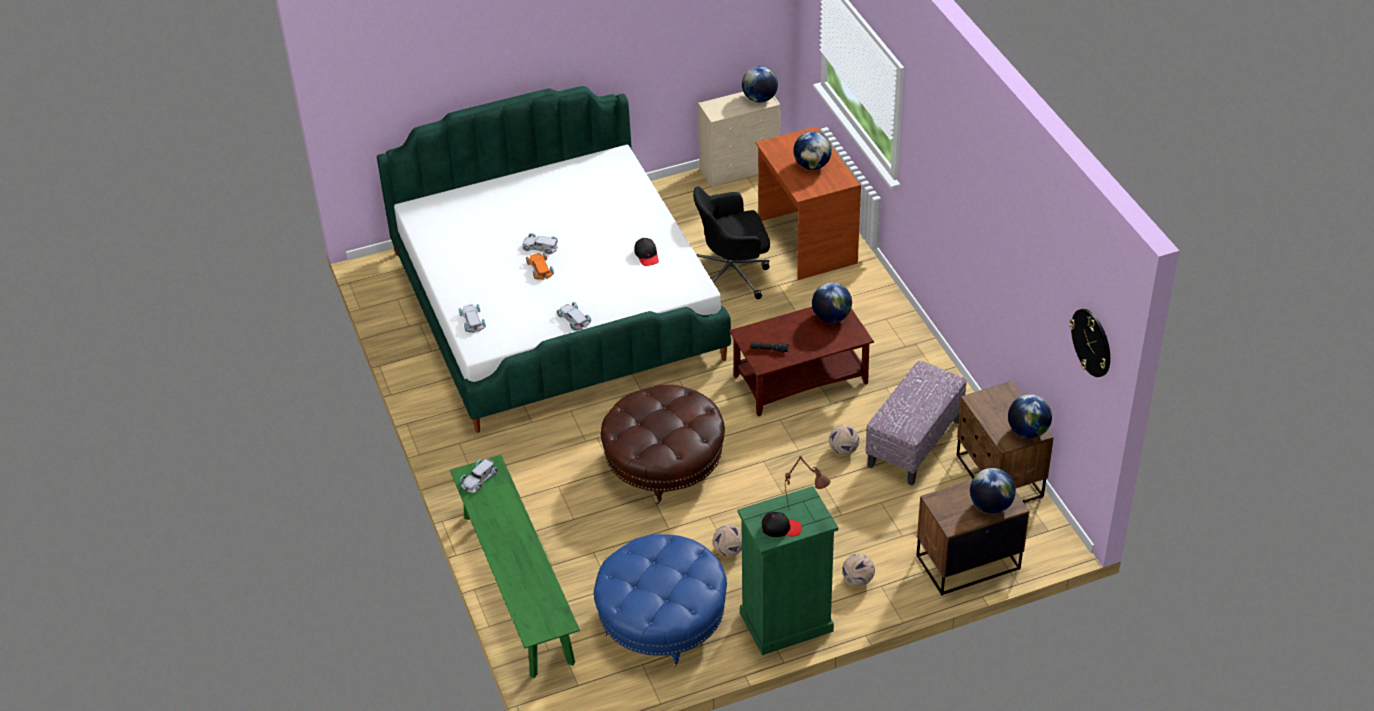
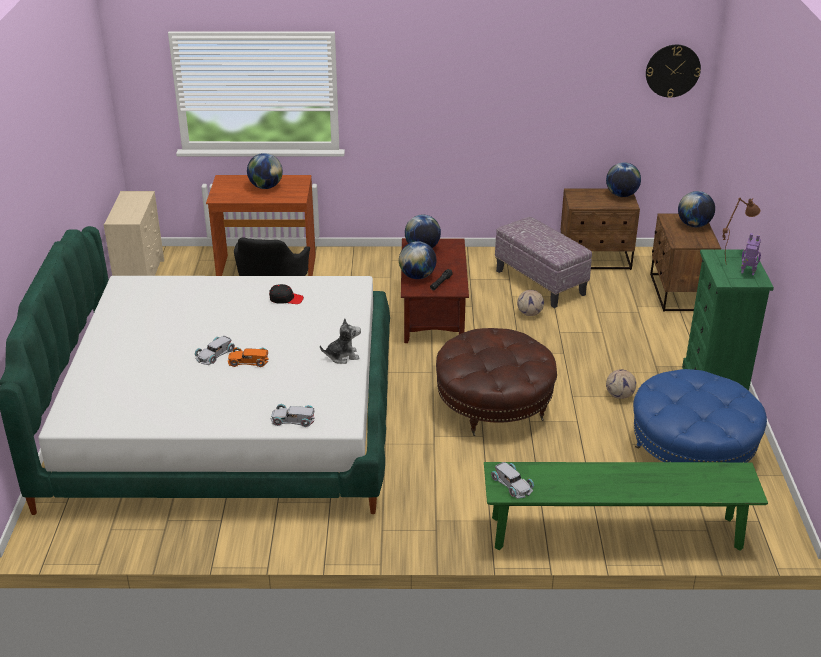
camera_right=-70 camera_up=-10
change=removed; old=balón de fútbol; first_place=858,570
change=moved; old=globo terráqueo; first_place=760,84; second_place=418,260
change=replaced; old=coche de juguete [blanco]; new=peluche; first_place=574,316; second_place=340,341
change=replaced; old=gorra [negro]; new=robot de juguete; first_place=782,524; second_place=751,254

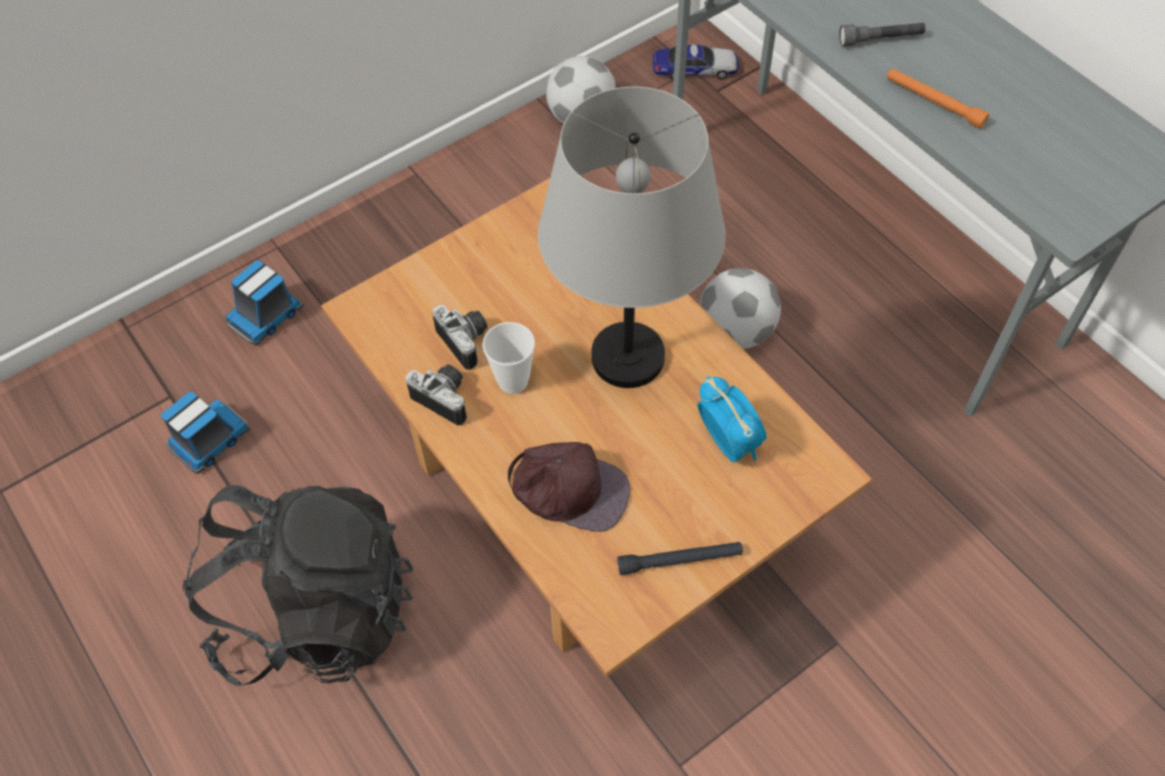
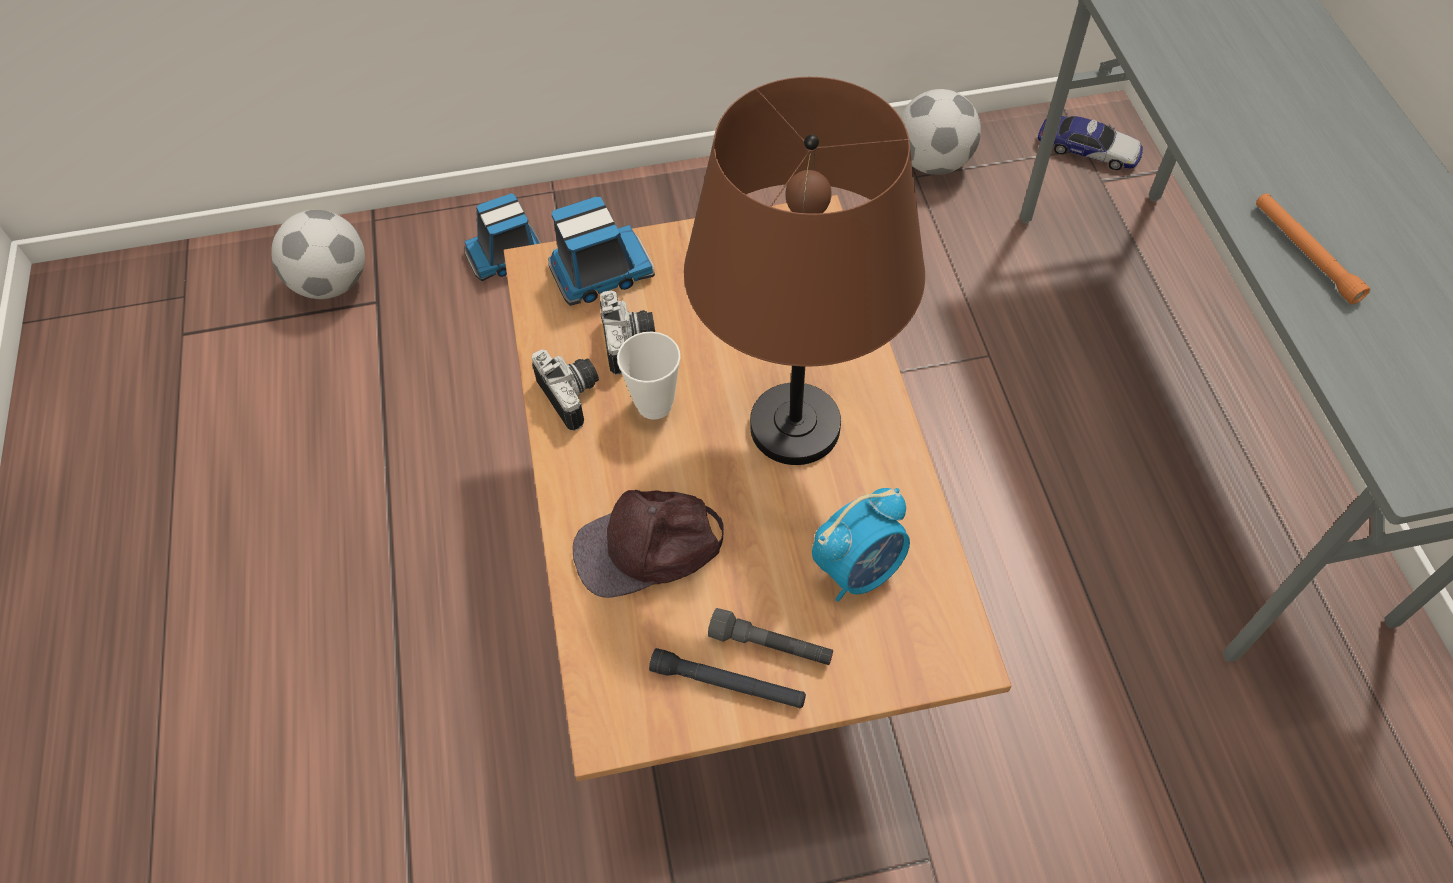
camera_right=25 camera_up=0
change=removed; old=mochila [negro]; first_place=298,585
change=moved; old=camión de juguete; first_place=205,432; second_place=601,251
change=moved; old=balón de fútbol; first_place=740,308; second_place=318,254
change=moved; old=linterna [gris]; first_place=882,34; second_place=770,636
change=recoloured; old=lámpara de mesa [gris]; new=lámpara de mesa [marrón]; first_place=632,237; second_place=804,271
change=turned; old=gorra [marrón]; first_place=569,487; second_place=648,544; degrees=120
change=turned; old=despertador; first_place=731,419; second_place=861,545; degrees=60

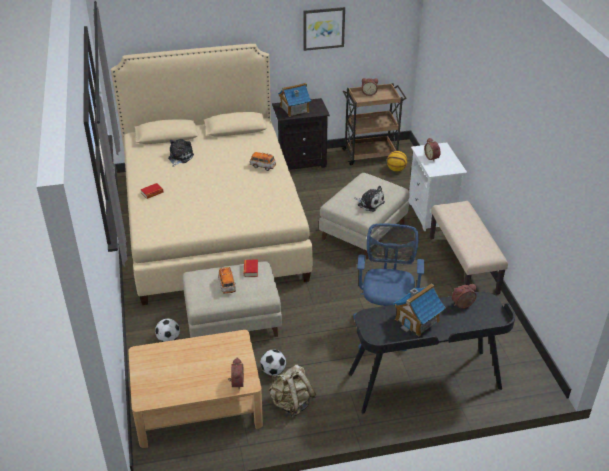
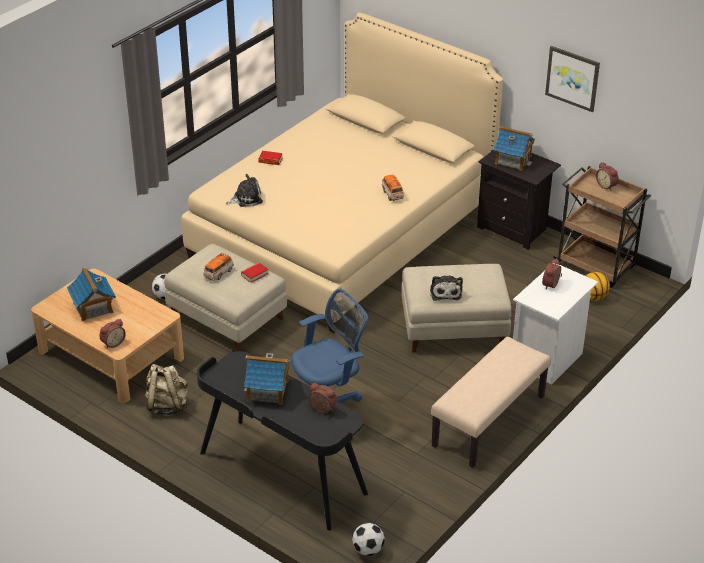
camera_right=50 camera_up=0
change=added; new=casita; second_place=91,294
change=moved; old=peluche; first_place=181,153; second_place=244,190
change=moved; old=balón de fútbol; first_place=273,363; second_place=368,539

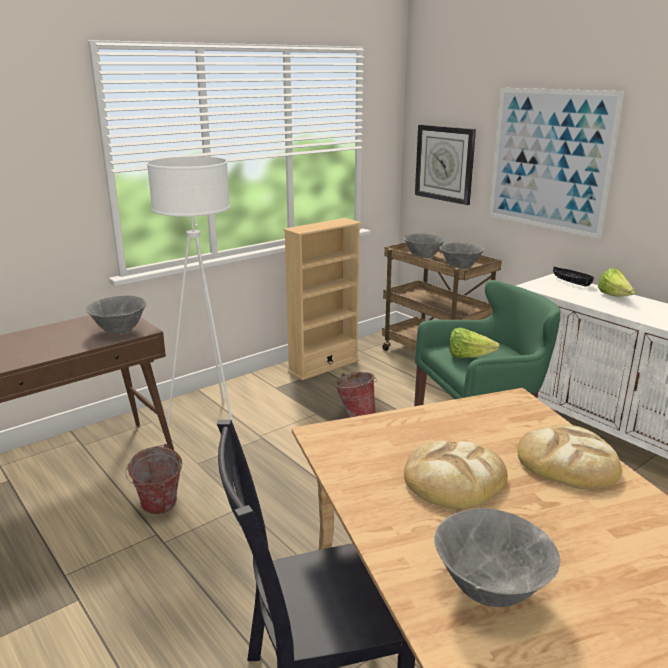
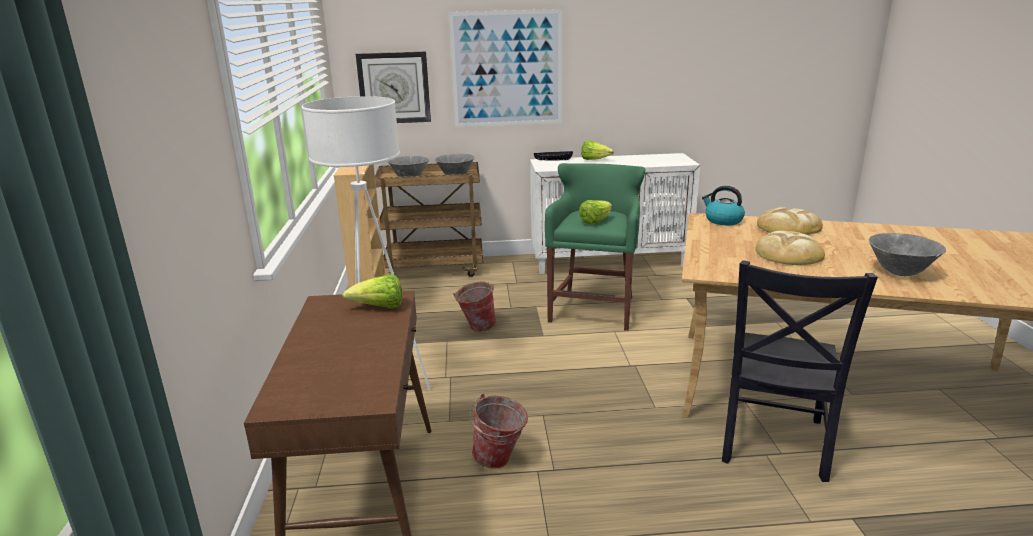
camera_right=-55 camera_up=0
change=added; new=hervidor; second_place=723,205
change=replaced; old=cuenco [gris]; new=lechuga; first_place=116,315; second_place=372,291

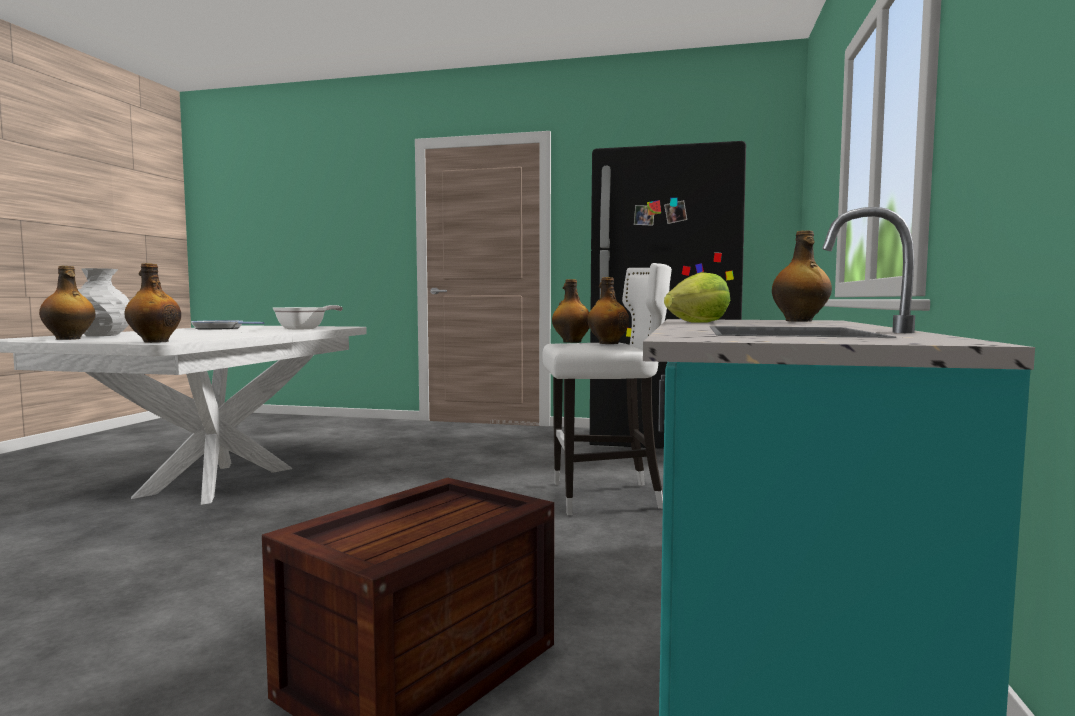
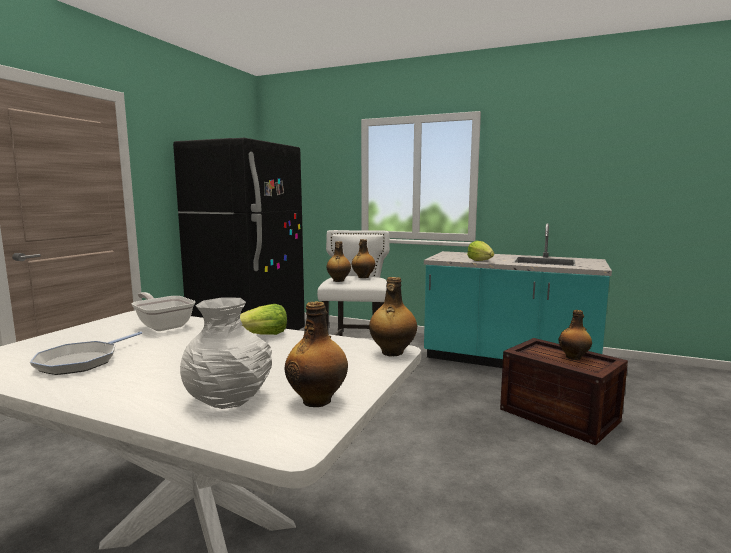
camera_right=-80 camera_up=5
change=added; new=lechuga; second_place=263,319
change=moved; old=botella; first_place=802,276; second_place=575,335

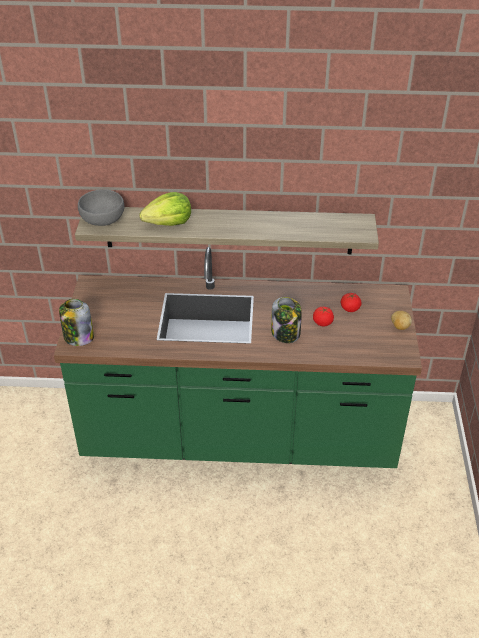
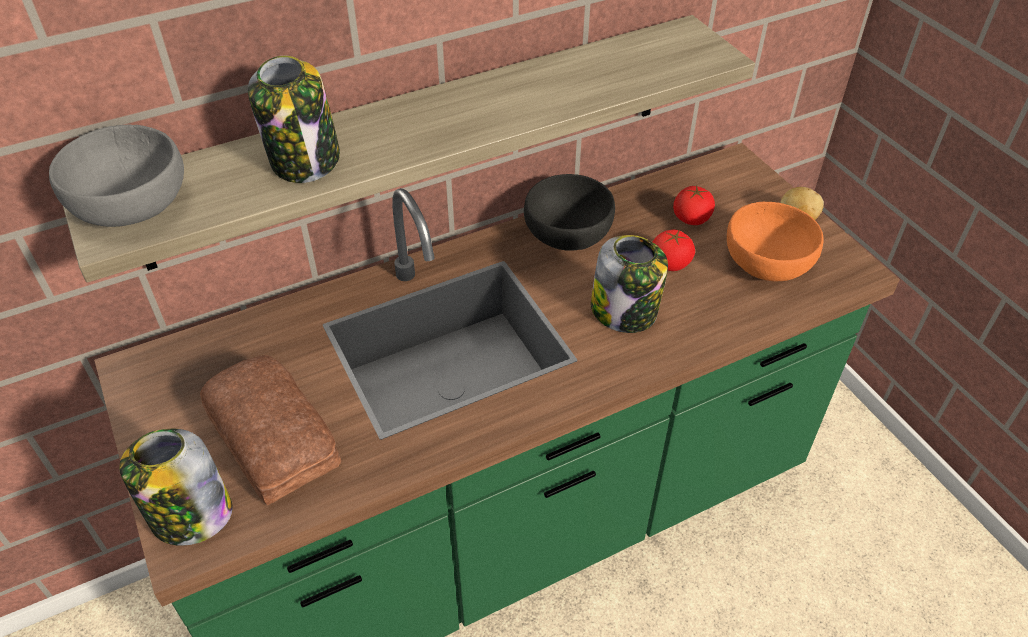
camera_right=-30 camera_up=5
change=added; new=pan; second_place=270,430
change=added; new=cuenco [negro]; second_place=569,212
change=added; new=cuenco [naranja]; second_place=775,242
change=replaced; old=lechuga; new=tarro; first_place=165,209; second_place=294,119

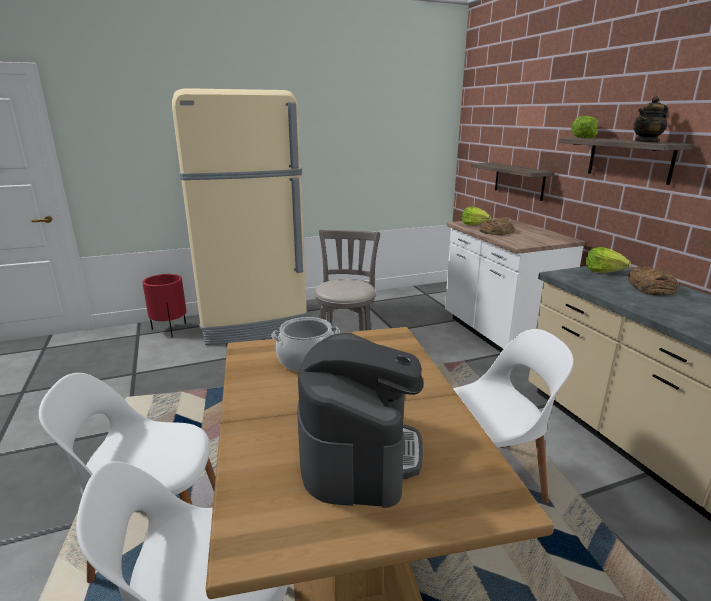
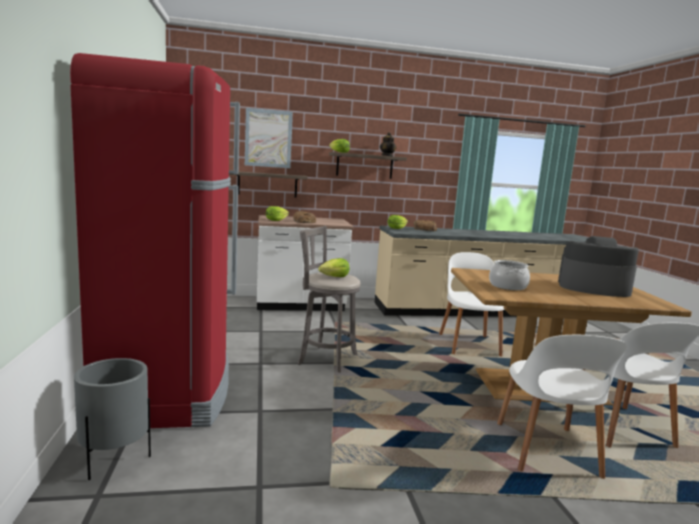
camera_right=-80 camera_up=-10
change=added; new=cuadro; second_place=269,138
change=added; new=lechuga; second_place=333,267
change=recoloured; old=maceta [rojo]; new=maceta [gris]; first_place=164,306; second_place=112,419
change=recoloured; old=nevera [beis]; new=nevera [rojo]; first_place=240,216; second_place=155,240

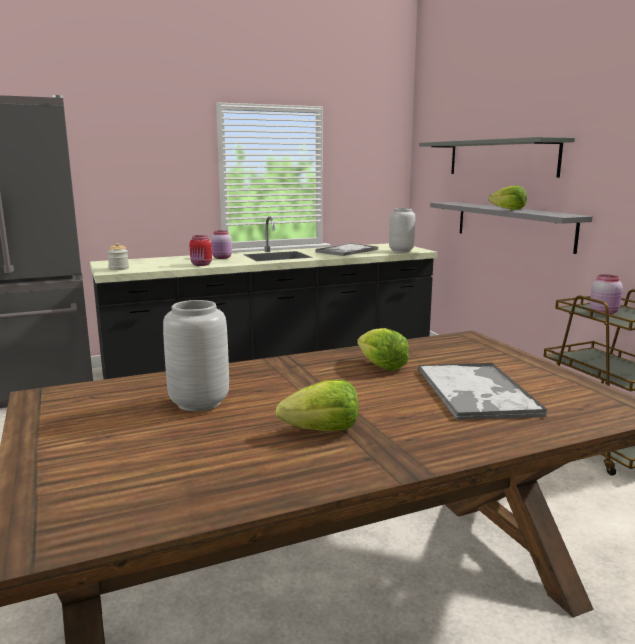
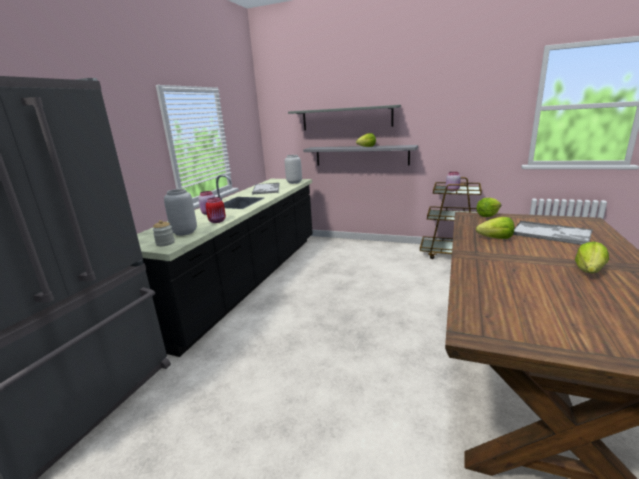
camera_right=-45 camera_up=5
change=added; new=lechuga; second_place=489,207
change=moved; old=florero [gris]; first_place=196,355; second_place=180,212

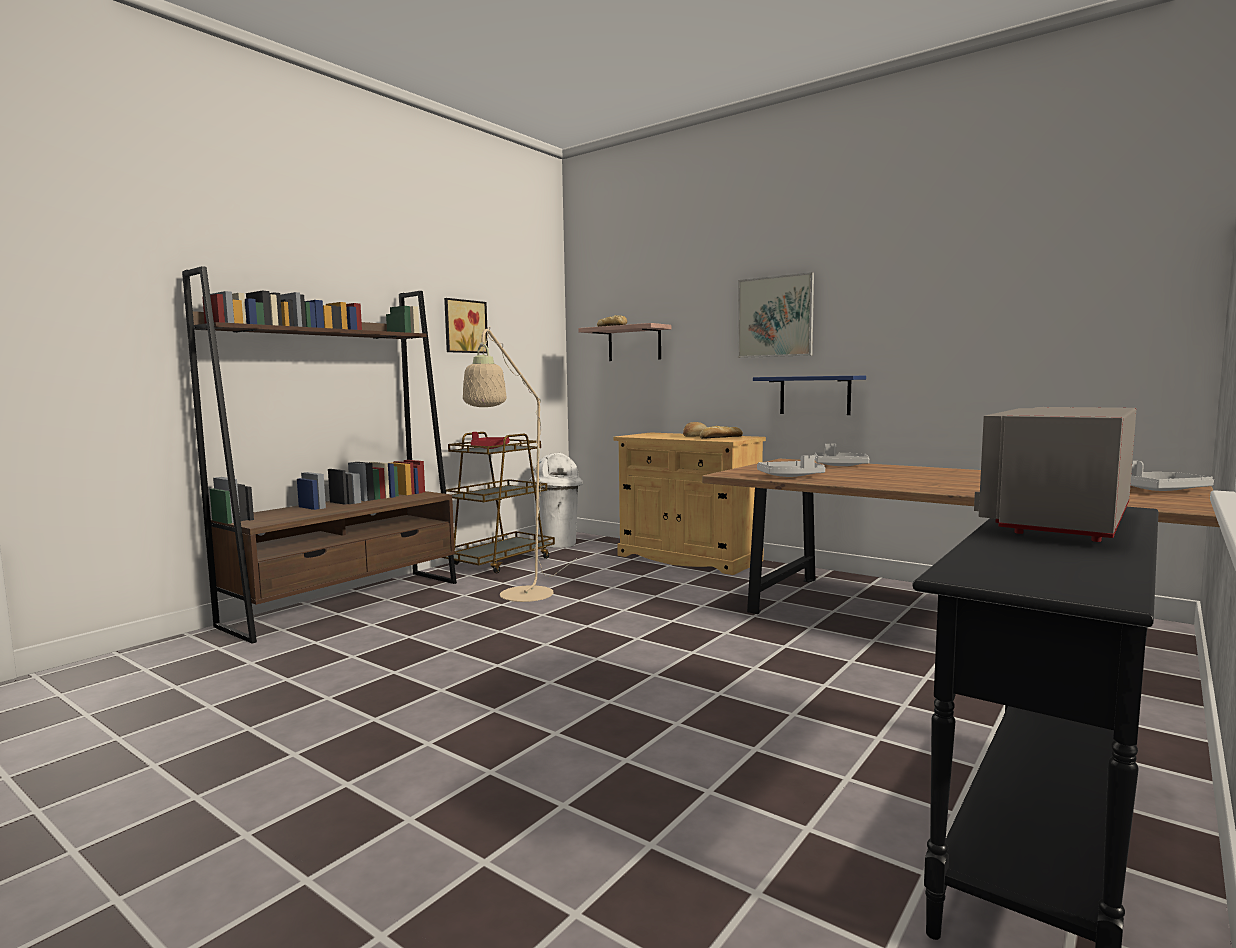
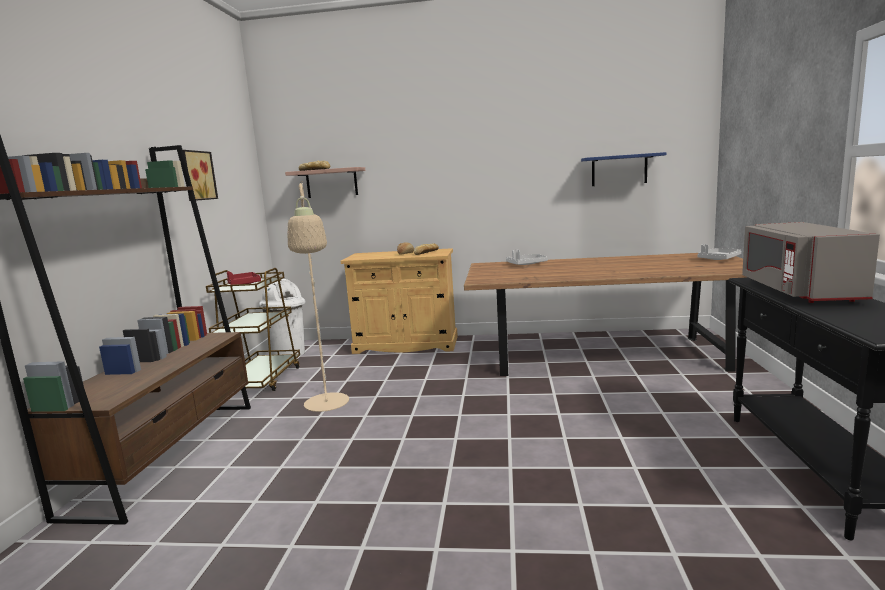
camera_right=-30 camera_up=5
change=removed; old=cuadro; first_place=776,315
change=removed; old=bandeja [gris]; first_place=791,466
change=moved; old=estante [azul]; first_place=809,395; second_place=623,169

